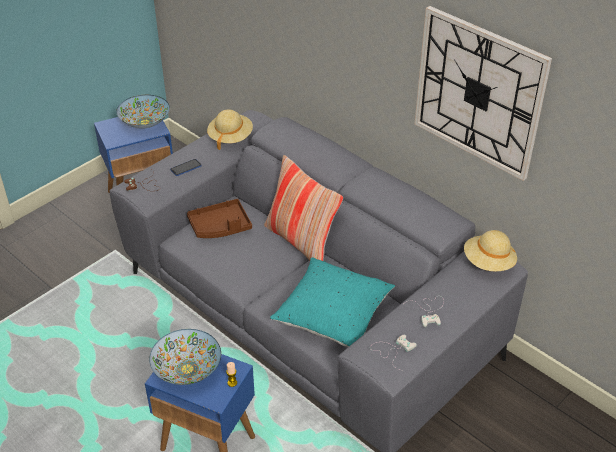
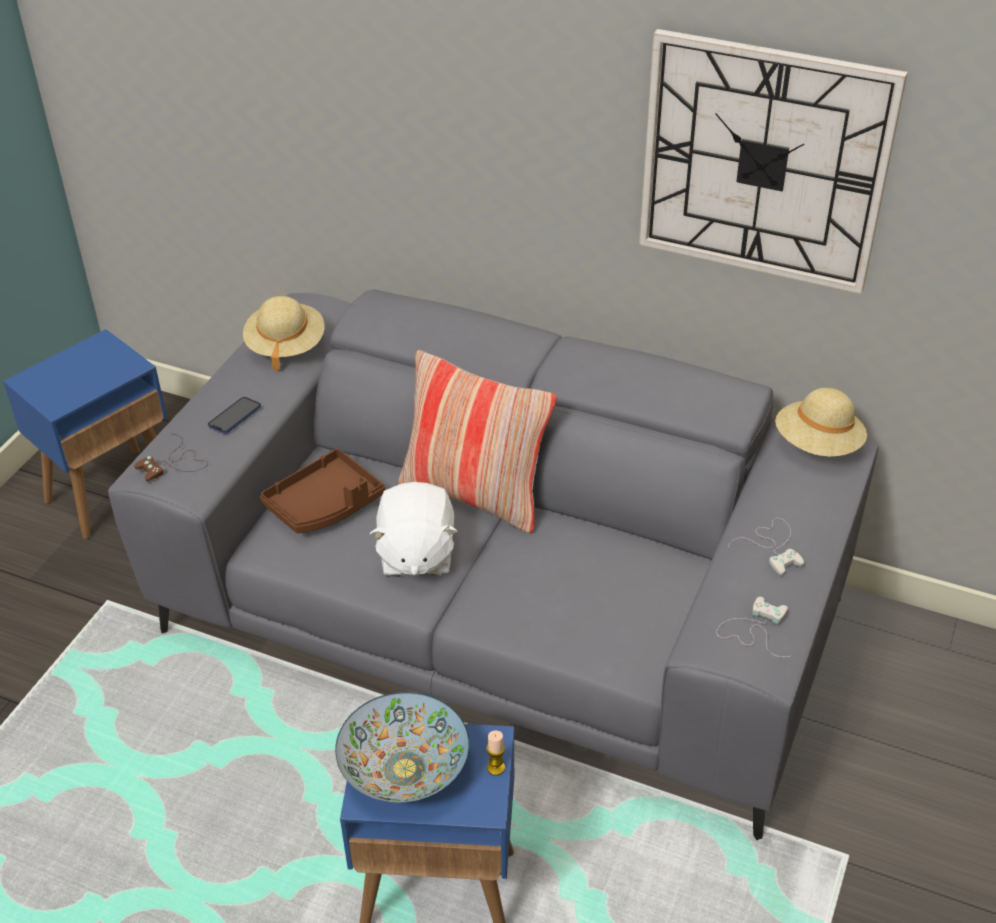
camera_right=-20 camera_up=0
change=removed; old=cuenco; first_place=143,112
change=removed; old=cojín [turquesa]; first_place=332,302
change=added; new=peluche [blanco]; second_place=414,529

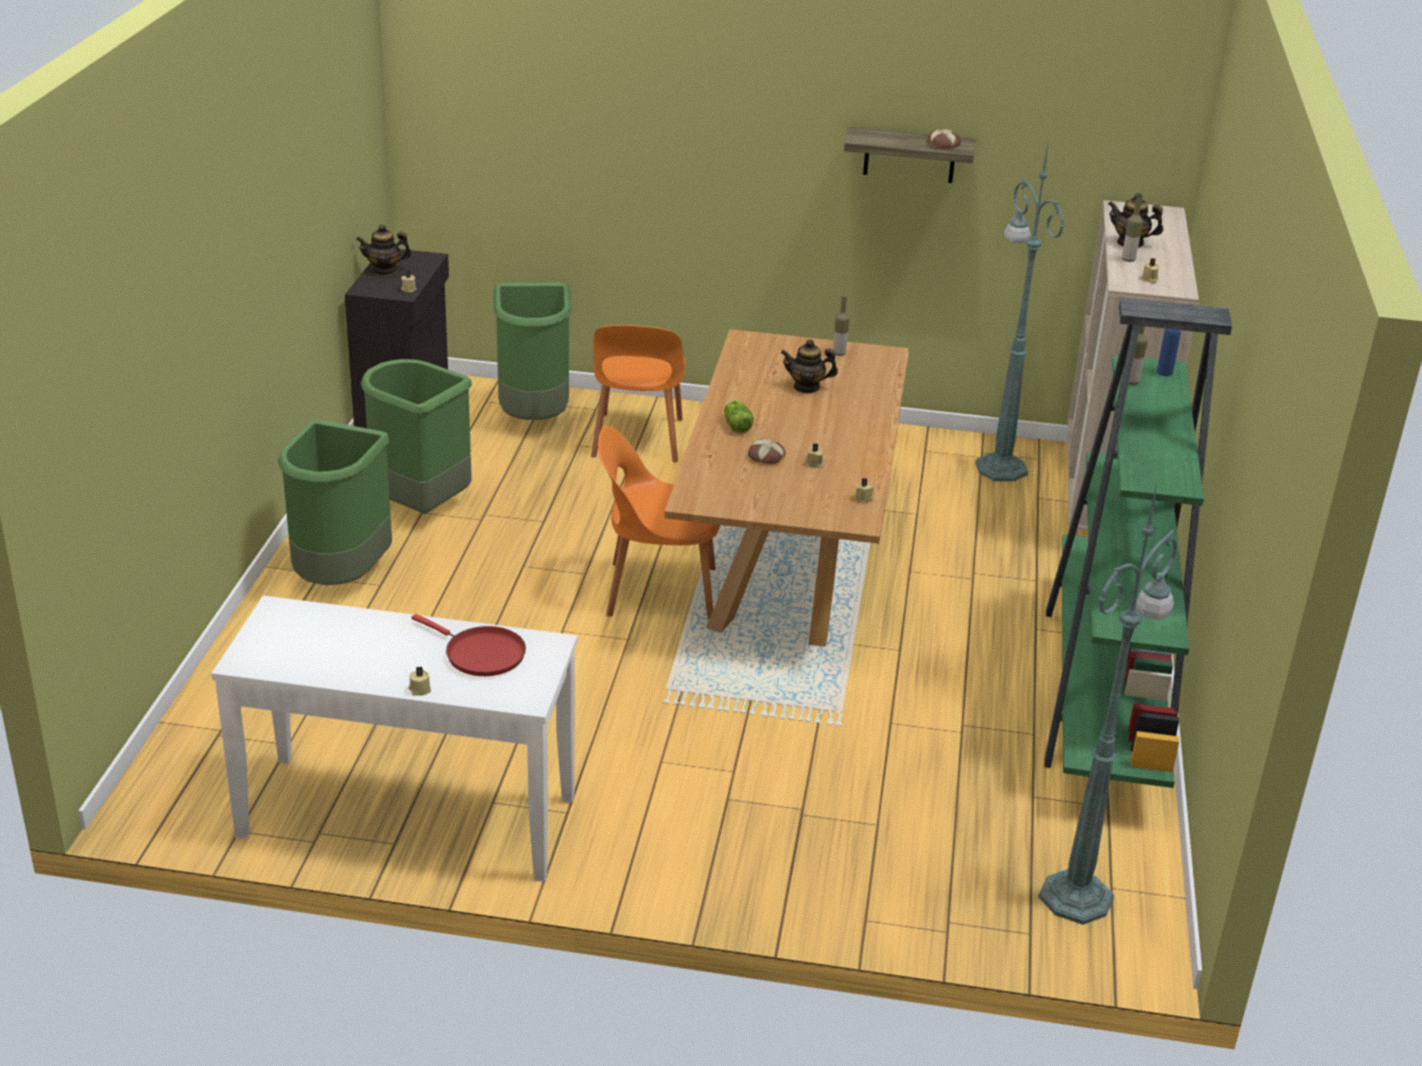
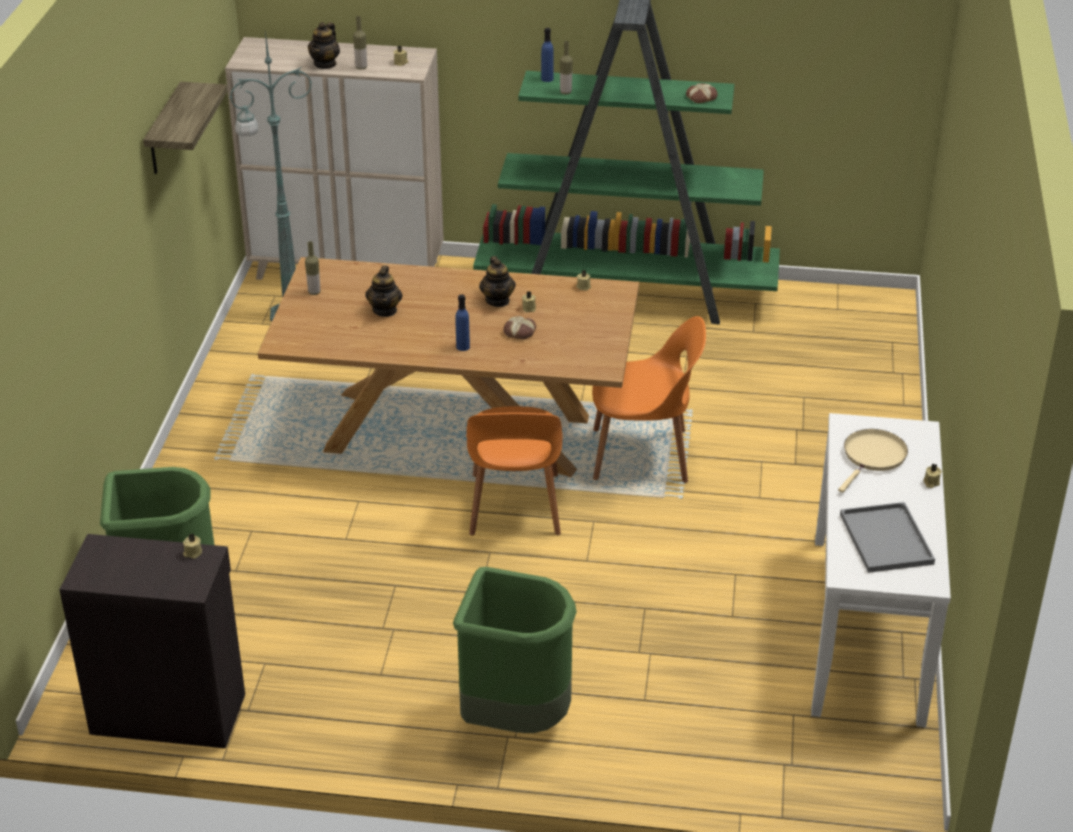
camera_right=-90 camera_up=5
change=removed; old=papelera [verde]; first_place=416,436
change=removed; old=lámpara de pie [verde]; first_place=1108,704
change=added; new=bandeja [gris]; second_place=887,537
change=moved; old=tetera; first_place=384,249; second_place=497,281
change=moved; old=silla [naranja]; first_place=638,394; second_place=649,399
change=moved; old=pan; first_place=944,139; second_place=702,93
change=replaced; old=lechuga; new=botella [azul]; first_place=739,416; second_place=463,322
change=recoloured; old=sartén [rojo]; new=sartén [beis]; first_place=469,645; second_place=873,461

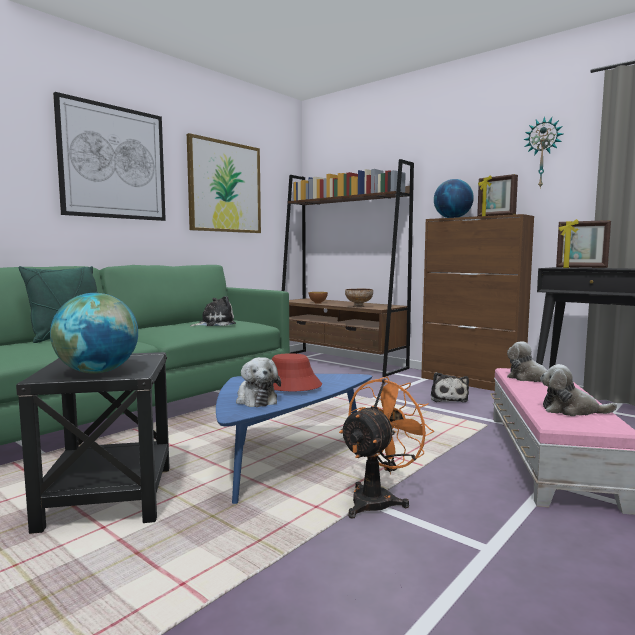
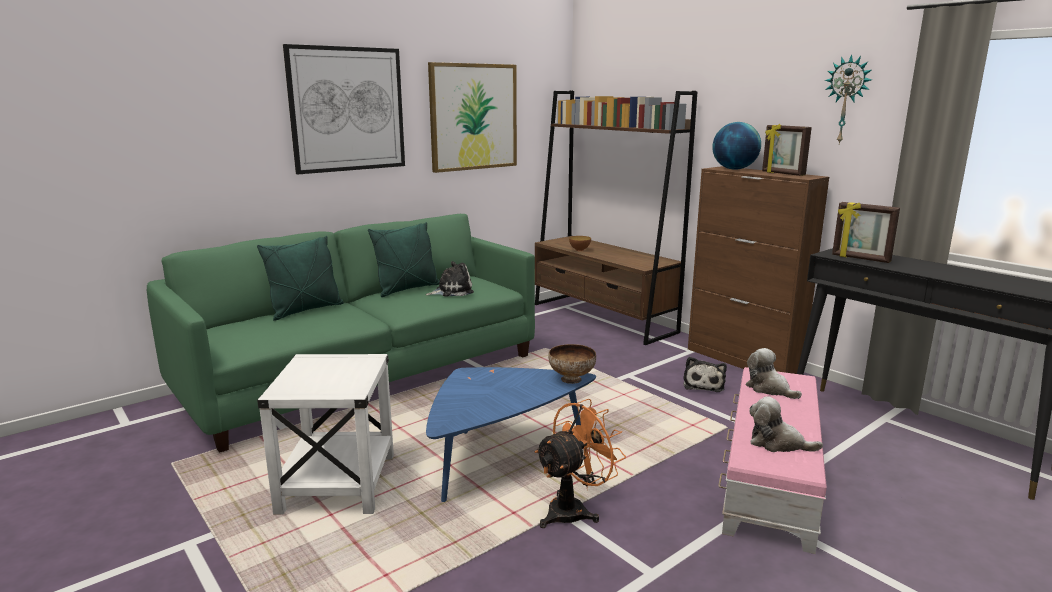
camera_right=10 camera_up=10
change=removed; old=globo terráqueo; first_place=94,333
change=removed; old=peluche; first_place=258,382
change=removed; old=sombrero [rojo]; first_place=297,372
change=added; new=cojín [verde]; second_place=404,259
change=moved; old=cuenco; first_place=359,298; second_place=572,364
change=recoloured; old=mesa auxiliar [negro]; new=mesa auxiliar [blanco]; first_place=93,443; second_place=325,434

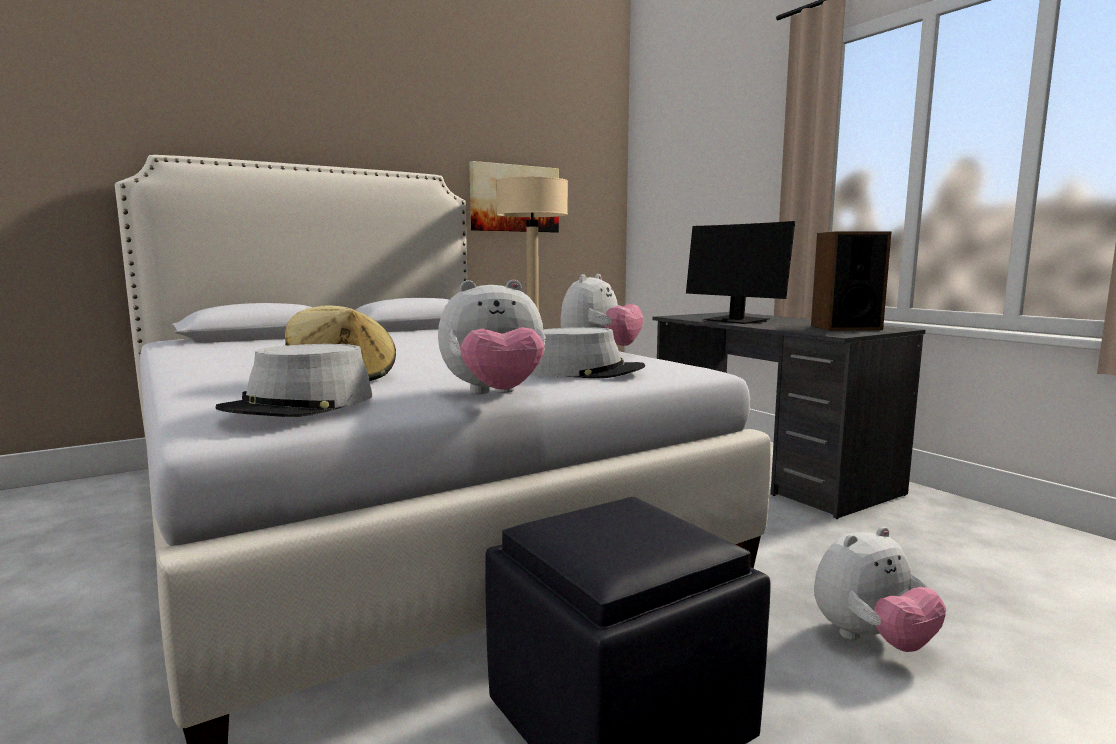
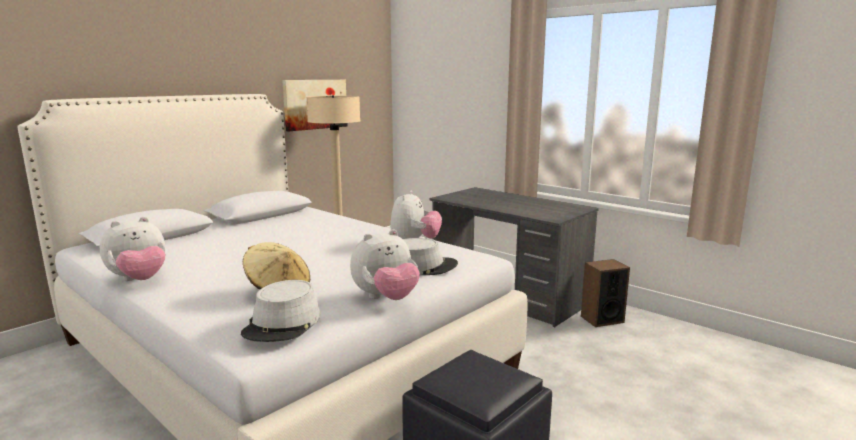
camera_right=-15 camera_up=5
change=removed; old=monitor; first_place=740,272
change=moved; old=altavoz; first_place=851,280; second_place=605,293
change=moved; old=peluche; first_place=880,589; second_place=133,249

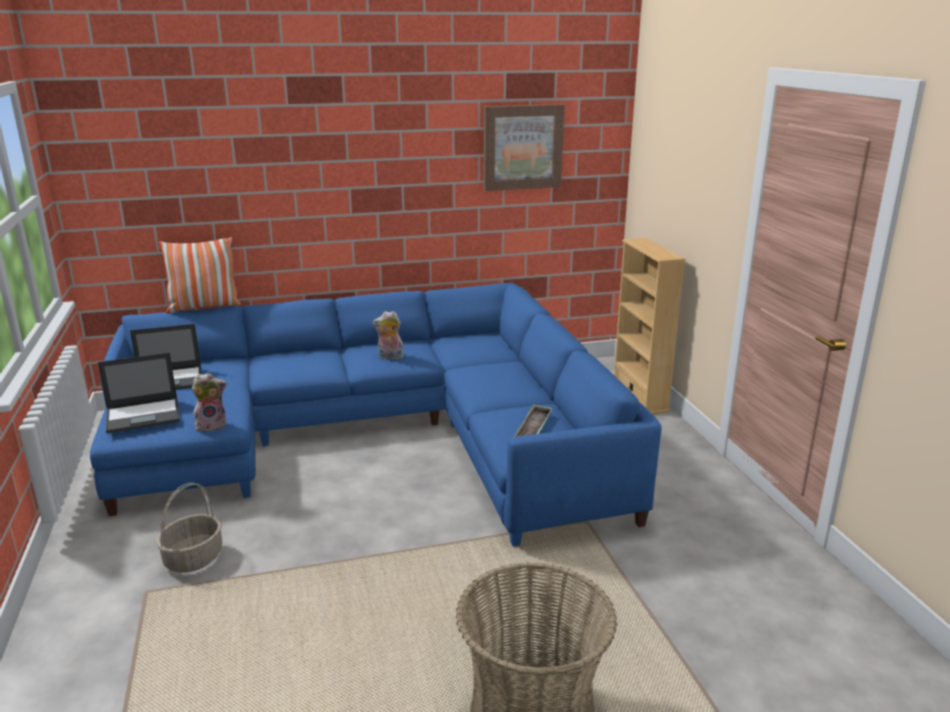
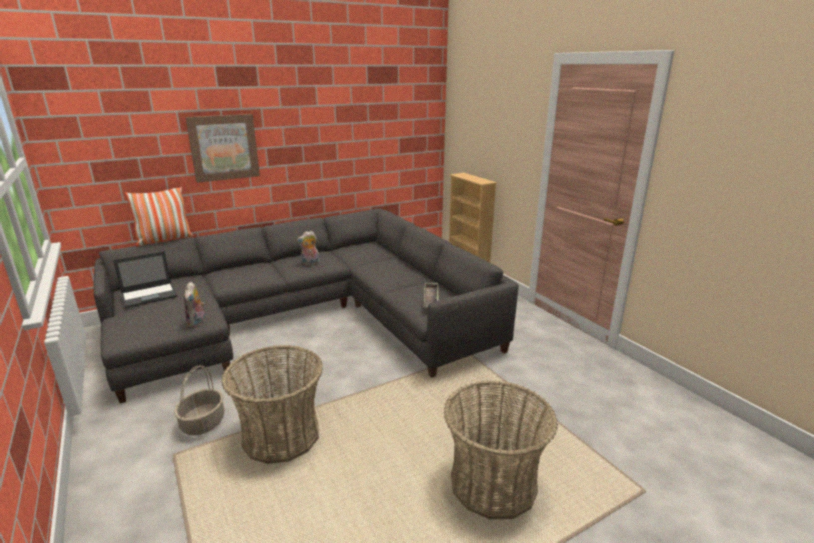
camera_right=-15 camera_up=0
change=removed; old=portátil; first_place=139,393
change=added; new=cesta; second_place=272,404
change=moved; old=cuadro; first_place=524,147; second_place=222,148
change=recoloured; old=sofá [azul]; new=sofá [gris]; first_place=376,415; second_place=306,305
change=turned; old=peluche; first_place=209,402; second_place=194,305; degrees=120

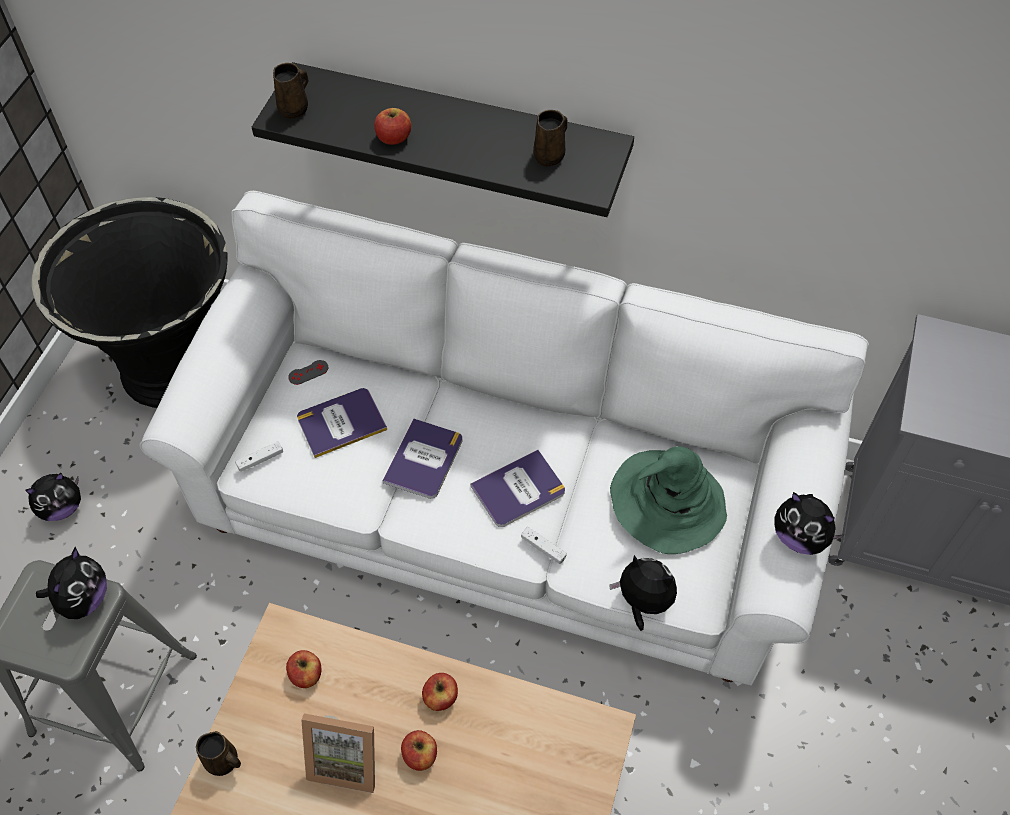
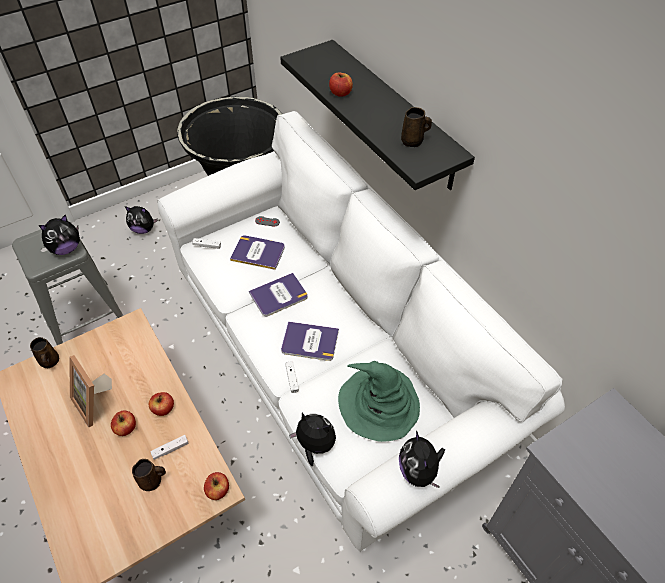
camera_right=40 camera_up=-5
change=added; new=mando de consola [blanco]; second_place=169,447
change=moved; old=taza grande [marrón]; first_place=291,91; second_place=149,475
change=moved; old=manzana; first_place=303,669; second_place=216,486
change=turned; old=peluche; first_place=643,593; second_place=312,439; degrees=-45

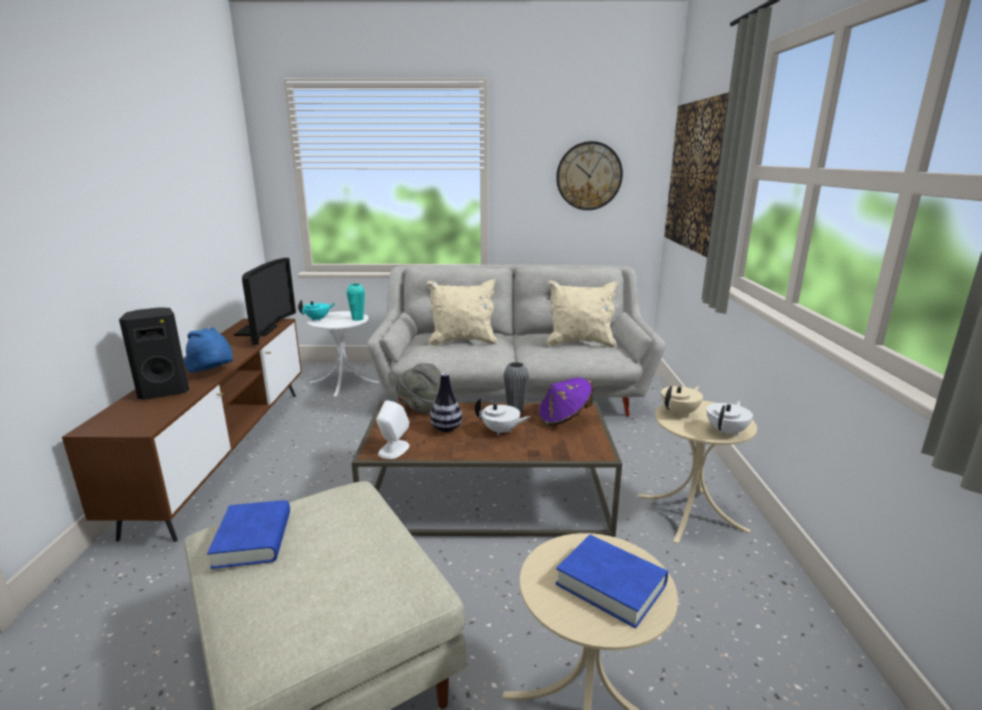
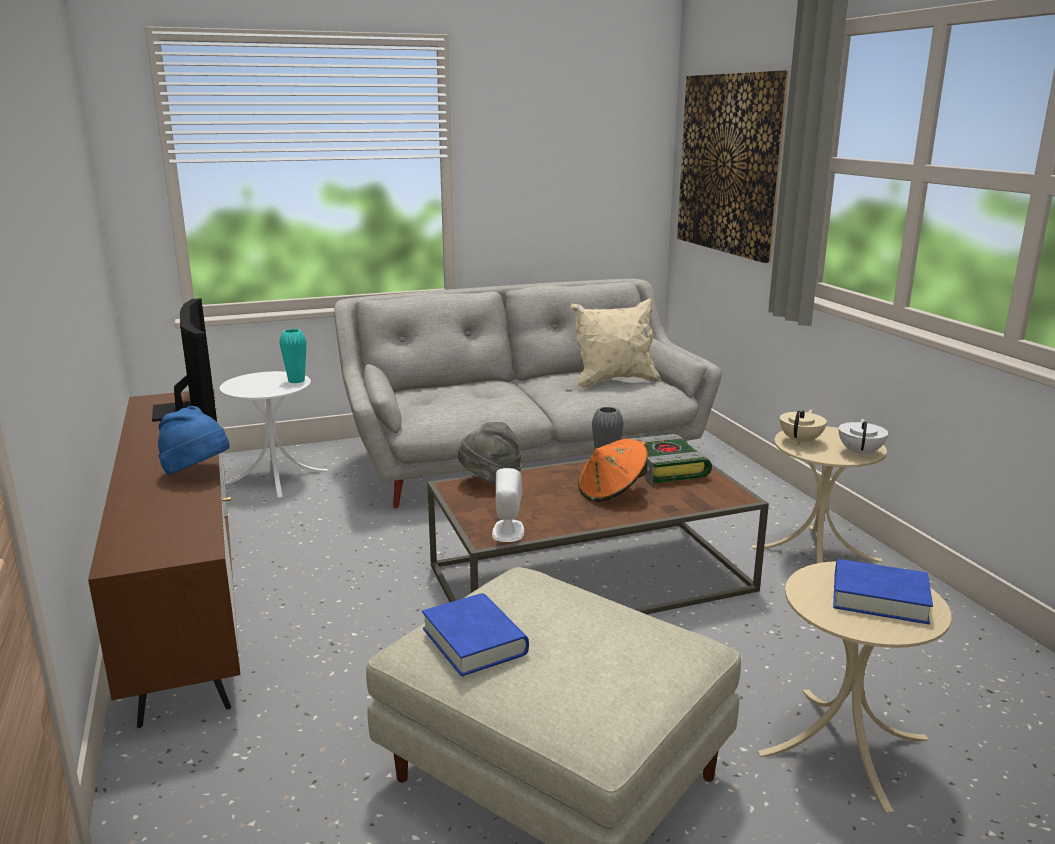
camera_right=-20 camera_up=0
change=removed; old=altavoz [negro]; first_place=154,353
change=removed; old=tetera [turquesa]; first_place=316,310
change=removed; old=cojín [beis]; first_place=462,312
change=removed; old=florero; first_place=446,402
change=removed; old=reloj de pared; first_place=589,175
change=replaced; old=tetera [blanco]; new=sombrero [naranja]; first_place=503,417; second_place=613,470
change=replaced; old=sombrero [morado]; new=libro; first_place=566,402; second_place=669,458

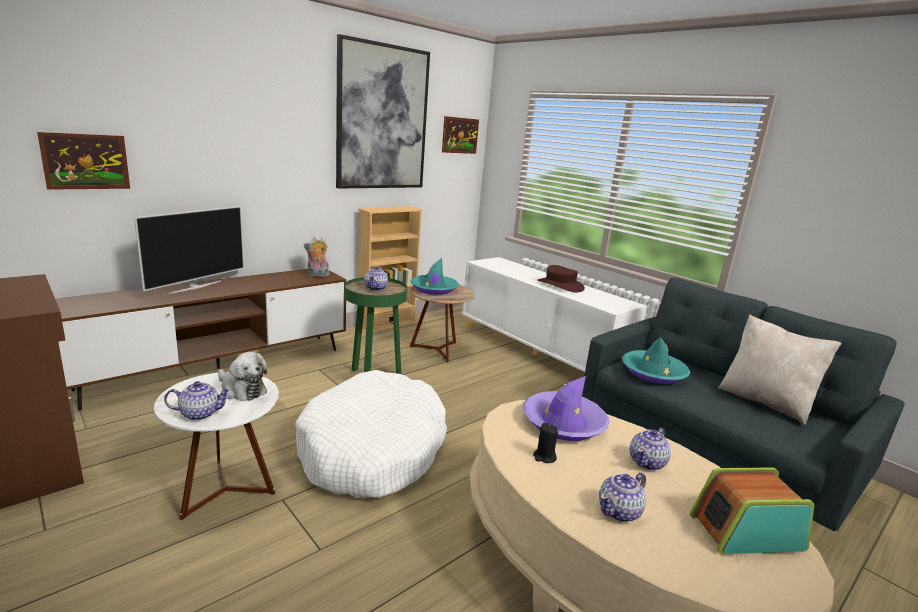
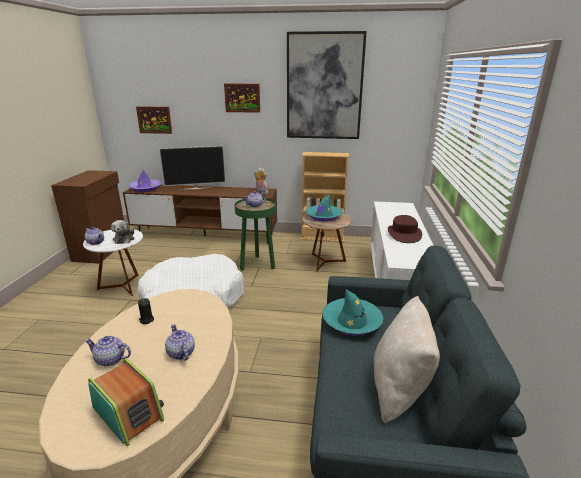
camera_right=50 camera_up=5
change=moved; old=cuadro; first_place=460,135; second_place=242,98
change=moved; old=sombrero [morado]; first_place=566,408; second_place=144,181
change=turned; old=tetera; first_place=650,449; second_place=180,342; degrees=60

